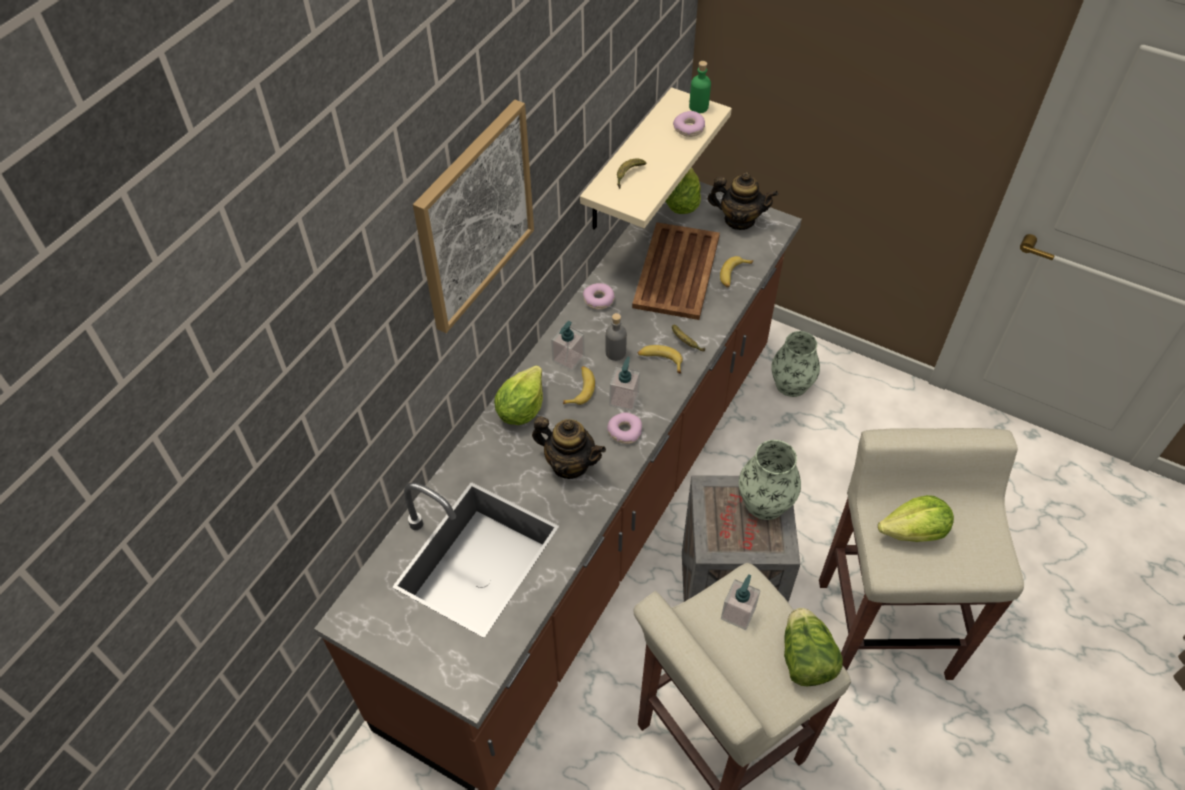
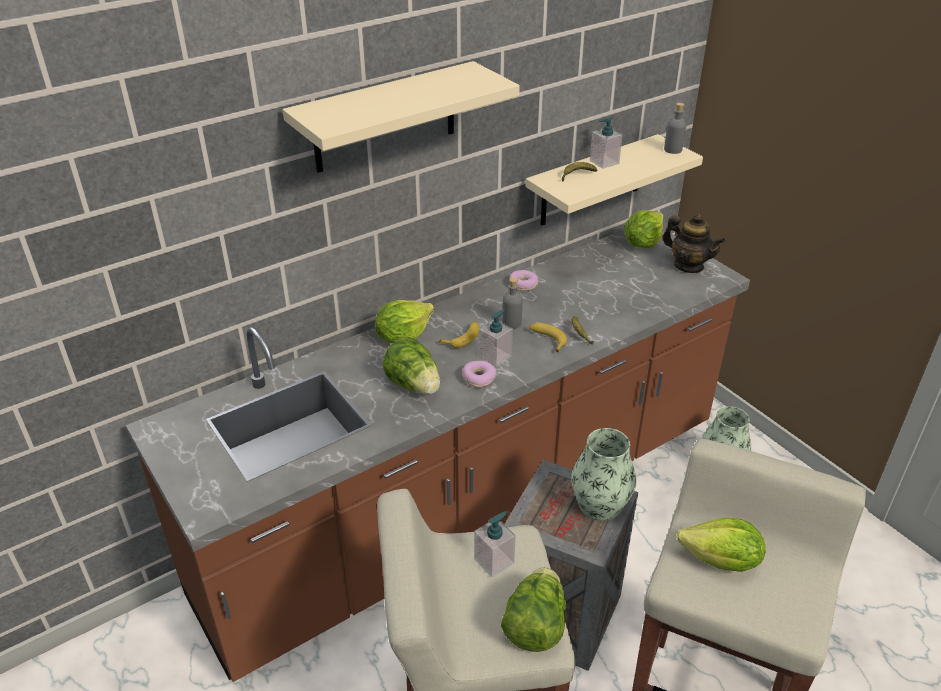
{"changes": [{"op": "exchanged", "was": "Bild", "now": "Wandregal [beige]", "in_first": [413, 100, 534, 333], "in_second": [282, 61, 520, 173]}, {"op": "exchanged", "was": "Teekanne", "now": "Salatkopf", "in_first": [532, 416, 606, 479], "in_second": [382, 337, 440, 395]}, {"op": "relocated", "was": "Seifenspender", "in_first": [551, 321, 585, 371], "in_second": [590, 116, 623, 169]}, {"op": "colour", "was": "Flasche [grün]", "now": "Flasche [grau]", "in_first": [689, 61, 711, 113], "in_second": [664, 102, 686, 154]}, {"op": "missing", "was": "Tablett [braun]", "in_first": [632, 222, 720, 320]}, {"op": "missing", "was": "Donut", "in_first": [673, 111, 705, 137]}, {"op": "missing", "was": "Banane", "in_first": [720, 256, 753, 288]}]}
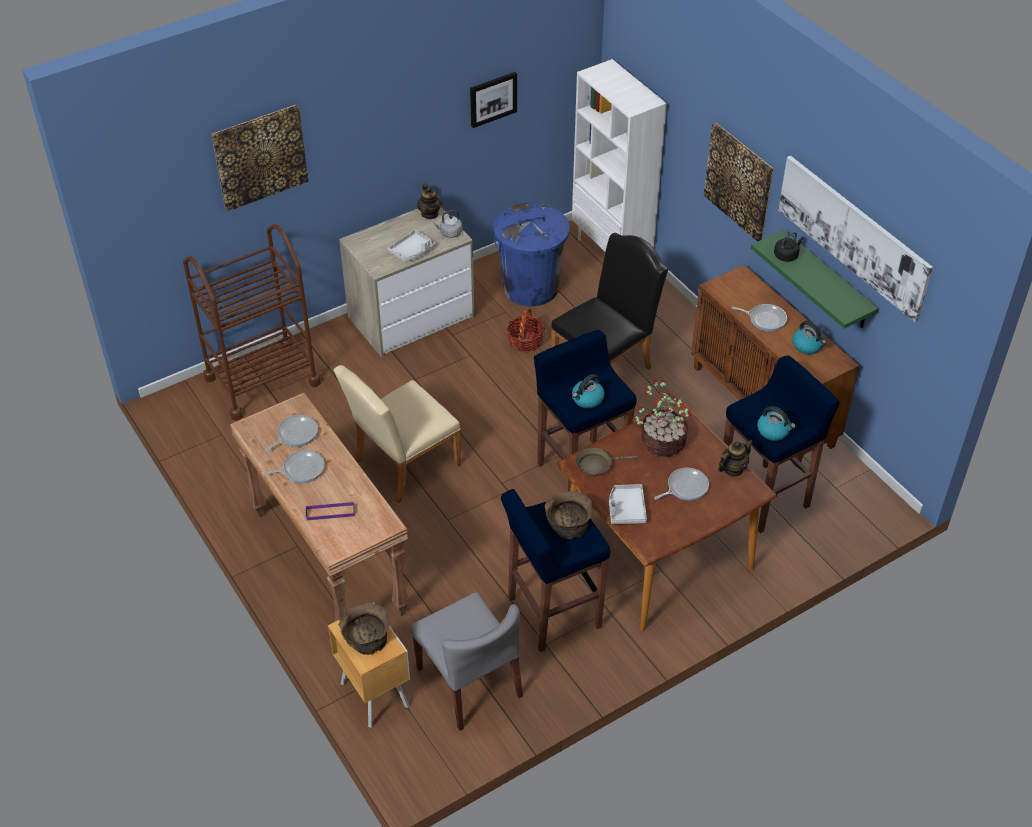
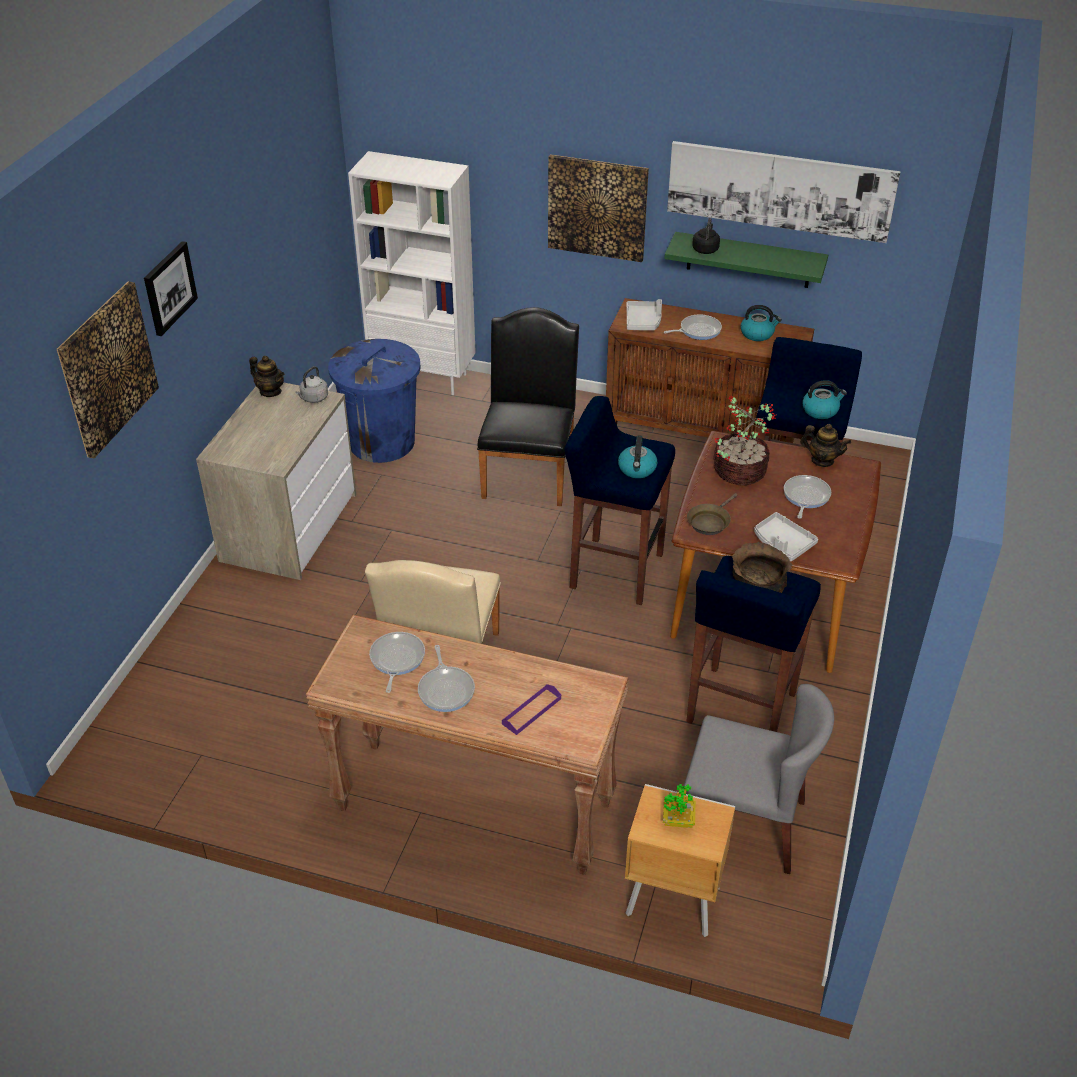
{"changes": [{"op": "relocated", "was": "Bild", "in_first": [470, 72, 517, 128], "in_second": [144, 241, 198, 336]}, {"op": "spun", "was": "Pfanne", "in_first": [262, 450, 325, 483], "in_second": [418, 645, 475, 712], "clockwise": 135}, {"op": "relocated", "was": "Tablett [grau]", "in_first": [388, 230, 436, 262], "in_second": [627, 299, 662, 331]}, {"op": "exchanged", "was": "Schüssel [braun]", "now": "Topfpflanze", "in_first": [338, 602, 390, 655], "in_second": [663, 784, 696, 828]}, {"op": "spun", "was": "Teekanne", "in_first": [718, 440, 753, 476], "in_second": [800, 424, 851, 467], "clockwise": 105}, {"op": "missing", "was": "Rollwagen [braun]", "in_first": [183, 224, 321, 421]}, {"op": "missing", "was": "Korb", "in_first": [506, 309, 545, 352]}]}
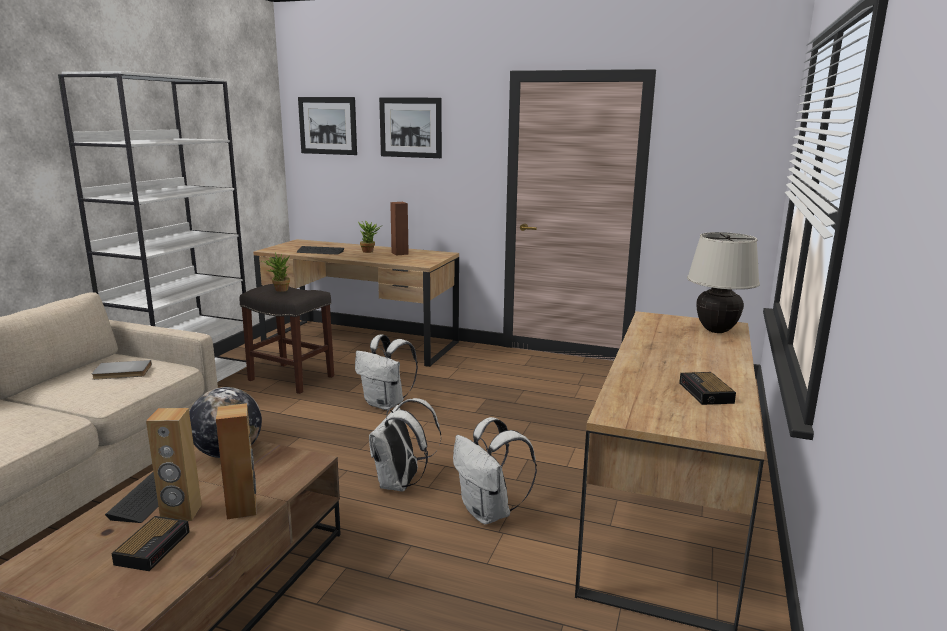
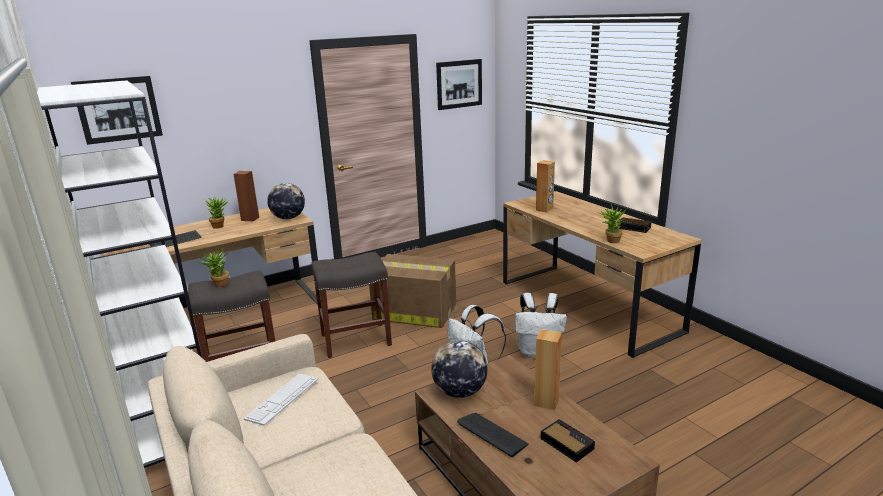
{"changes": [{"op": "exchanged", "was": "Buch [grau]", "now": "Tastatur", "in_first": [91, 360, 152, 380], "in_second": [244, 374, 319, 426]}, {"op": "appeared", "now": "Globus", "in_second": [267, 183, 305, 219]}, {"op": "exchanged", "was": "Rucksack [weiß]", "now": "Hocker [grau]", "in_first": [355, 334, 418, 410], "in_second": [311, 252, 392, 358]}, {"op": "appeared", "now": "Karton", "in_second": [369, 254, 456, 328]}, {"op": "relocated", "was": "Bild", "in_first": [379, 97, 442, 158], "in_second": [436, 59, 482, 110]}, {"op": "relocated", "was": "Lautsprecher [braun]", "in_first": [146, 408, 202, 521], "in_second": [536, 160, 555, 212]}, {"op": "appeared", "now": "Topfpflanze", "in_second": [598, 204, 626, 243]}, {"op": "missing", "was": "Tischlampe [beige]", "in_first": [687, 232, 760, 333]}]}
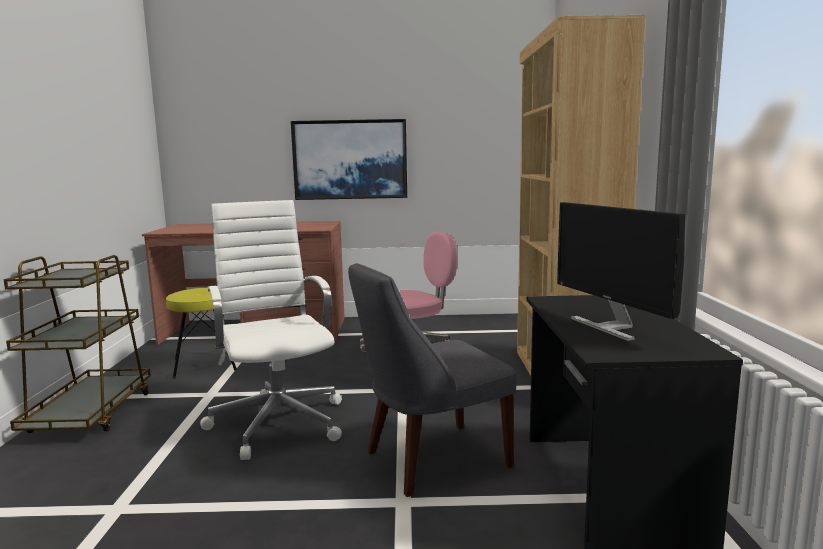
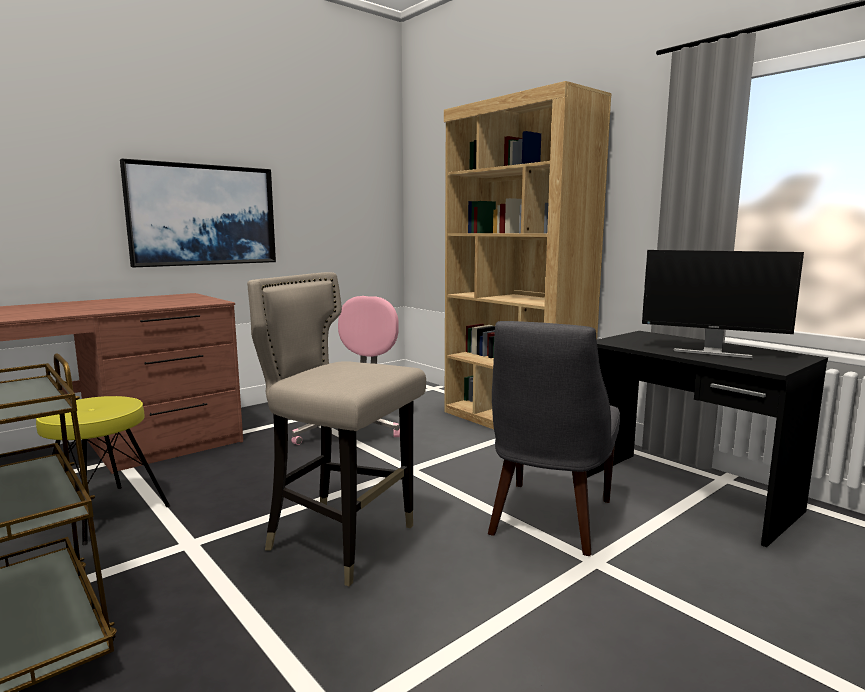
{"changes": [{"op": "exchanged", "was": "Bürostuhl [weiß]", "now": "Hocker [beige]", "in_first": [200, 200, 342, 460], "in_second": [247, 272, 426, 586]}]}
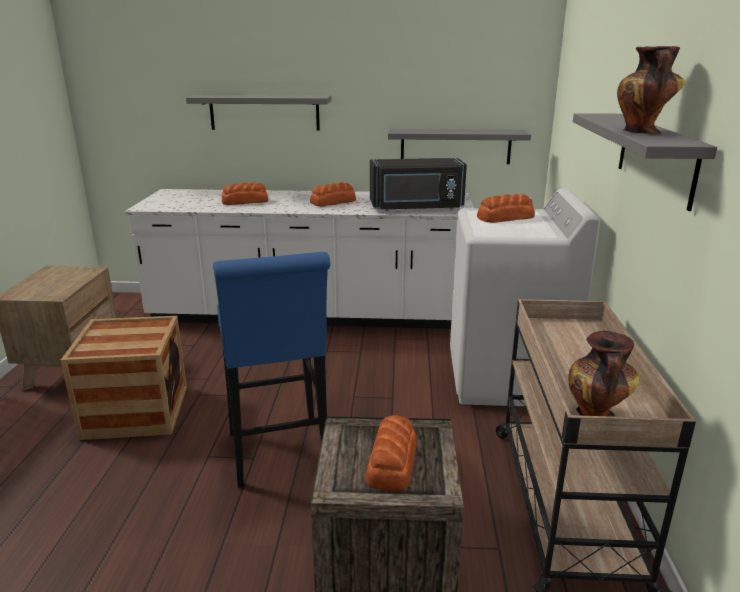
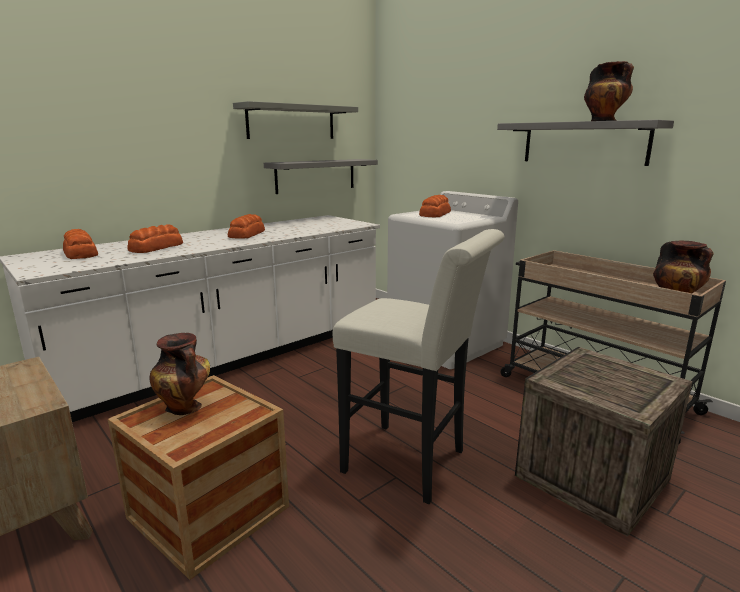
{"changes": [{"op": "relocated", "was": "Brot", "in_first": [365, 415, 417, 491], "in_second": [63, 229, 98, 259]}, {"op": "appeared", "now": "Vase", "in_second": [149, 333, 210, 415]}, {"op": "relocated", "was": "Wandregal [grau]", "in_first": [186, 95, 331, 131], "in_second": [233, 101, 358, 139]}, {"op": "colour", "was": "Hocker [blau]", "now": "Hocker [weiß]", "in_first": [213, 252, 331, 488], "in_second": [333, 229, 505, 504]}, {"op": "missing", "was": "Mikrowelle [schwarz]", "in_first": [370, 158, 467, 211]}]}
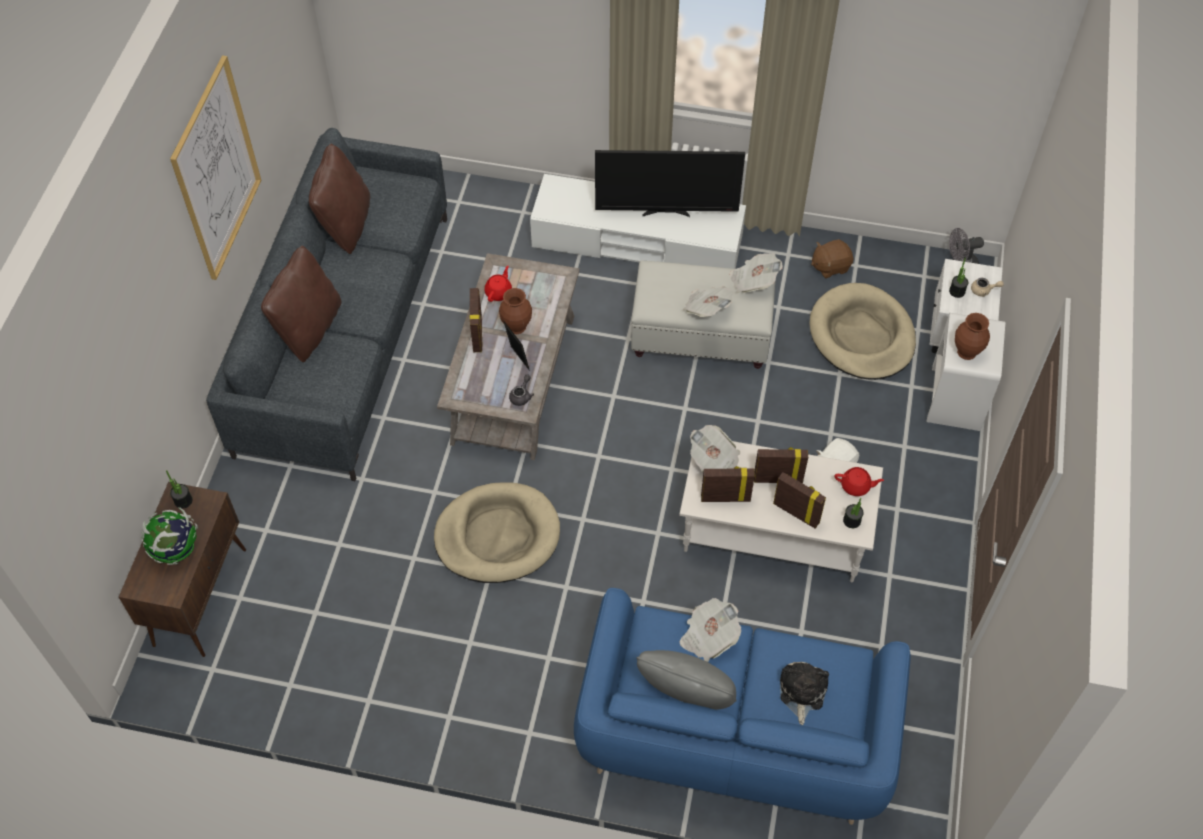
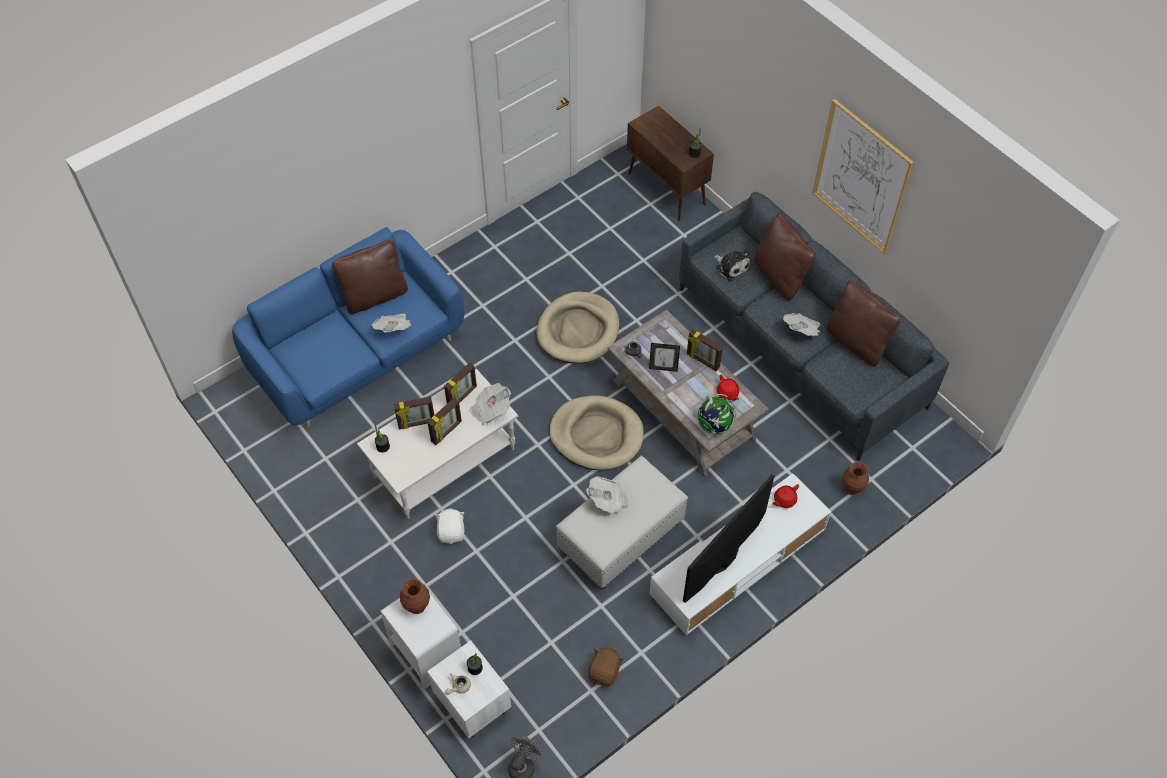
{"changes": [{"op": "colour", "was": "Kissen [grau]", "now": "Kissen [braun]", "in_first": [636, 650, 737, 710], "in_second": [332, 240, 408, 315]}, {"op": "relocated", "was": "Hundebett [beige]", "in_first": [809, 283, 916, 380], "in_second": [549, 395, 644, 470]}, {"op": "relocated", "was": "Globus", "in_first": [141, 507, 198, 565], "in_second": [697, 394, 736, 435]}, {"op": "relocated", "was": "Plüschtier", "in_first": [780, 662, 829, 725], "in_second": [714, 250, 750, 281]}, {"op": "relocated", "was": "Teekanne [rot]", "in_first": [835, 467, 884, 496], "in_second": [773, 484, 799, 508]}, {"op": "relocated", "was": "Zeitung", "in_first": [729, 253, 783, 293], "in_second": [783, 313, 821, 336]}, {"op": "relocated", "was": "Vase [braun]", "in_first": [499, 288, 532, 334], "in_second": [842, 462, 869, 495]}]}
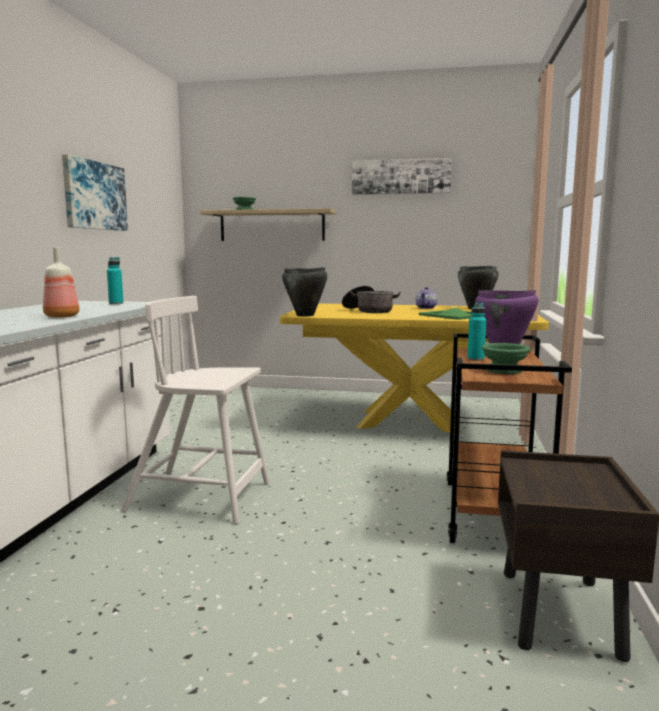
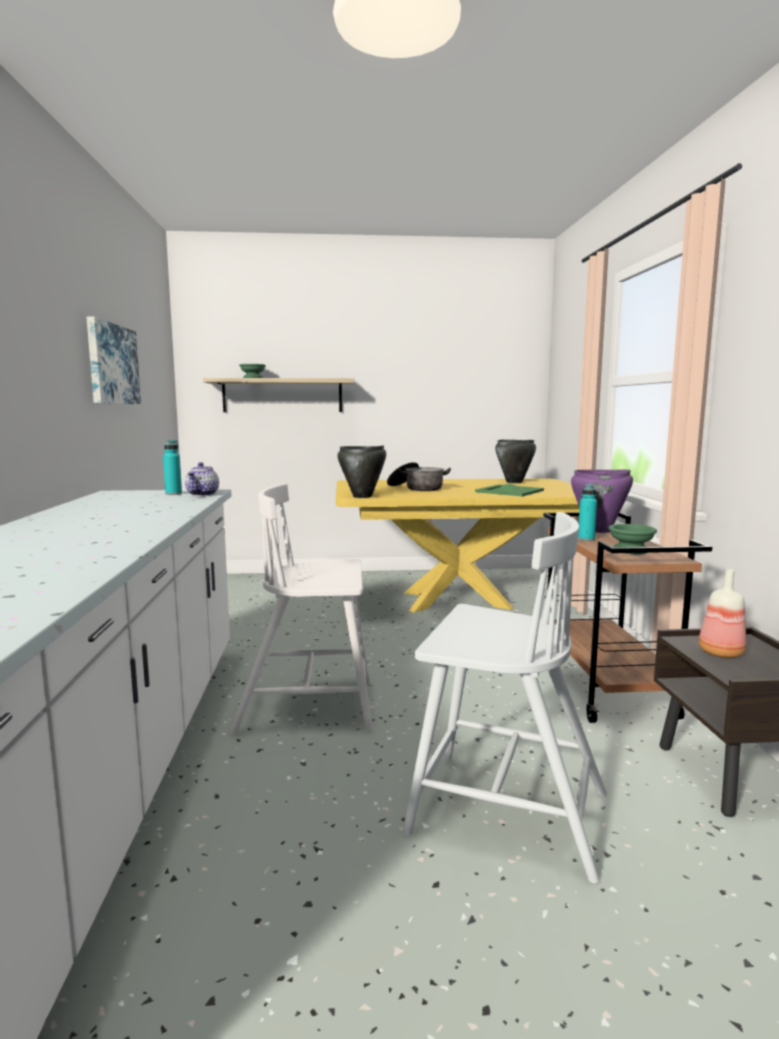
{"changes": [{"op": "relocated", "was": "Teekanne", "in_first": [416, 287, 437, 309], "in_second": [185, 462, 219, 496]}, {"op": "appeared", "now": "Stuhl [weiß]", "in_second": [403, 512, 607, 884]}, {"op": "relocated", "was": "Flasche", "in_first": [43, 248, 79, 318], "in_second": [699, 569, 746, 658]}, {"op": "missing", "was": "Bild", "in_first": [352, 158, 452, 195]}]}
